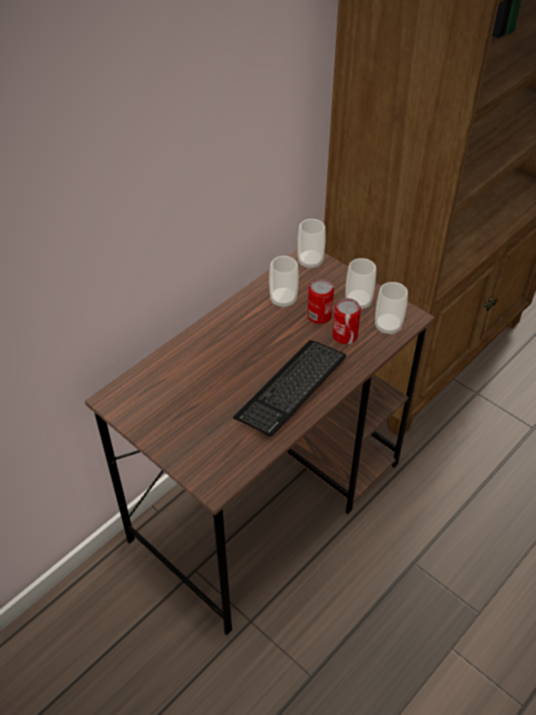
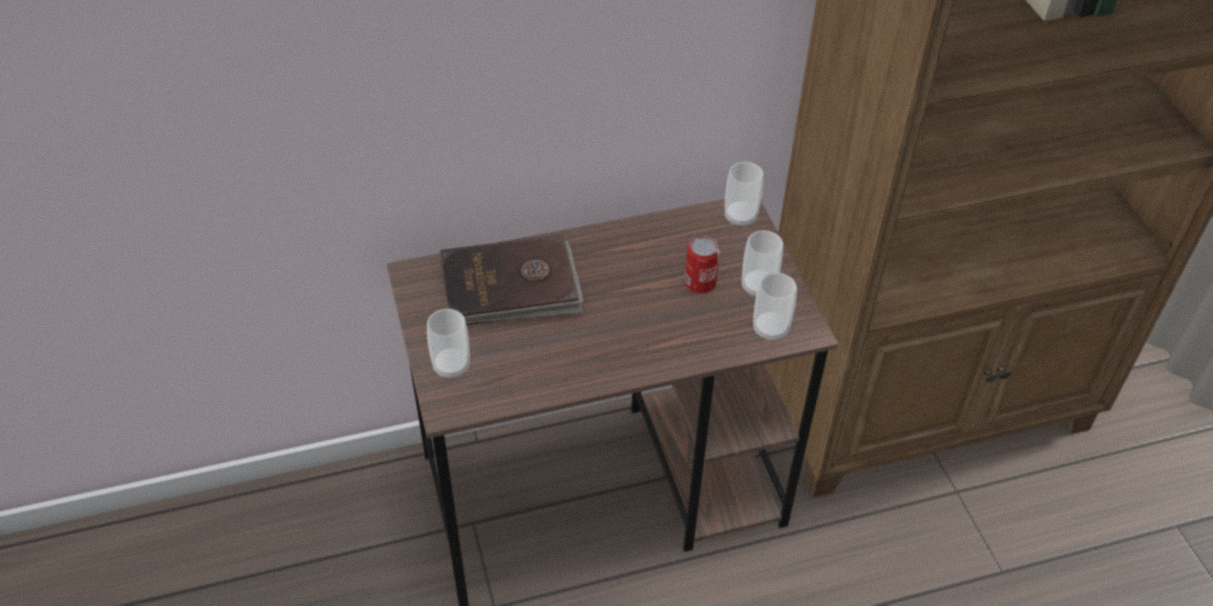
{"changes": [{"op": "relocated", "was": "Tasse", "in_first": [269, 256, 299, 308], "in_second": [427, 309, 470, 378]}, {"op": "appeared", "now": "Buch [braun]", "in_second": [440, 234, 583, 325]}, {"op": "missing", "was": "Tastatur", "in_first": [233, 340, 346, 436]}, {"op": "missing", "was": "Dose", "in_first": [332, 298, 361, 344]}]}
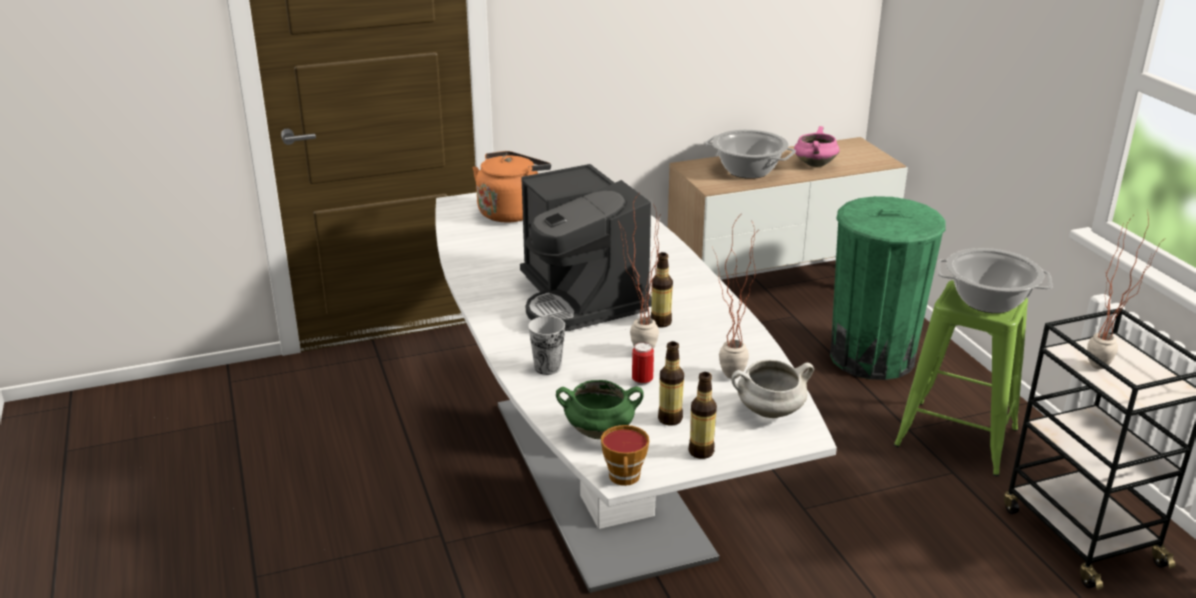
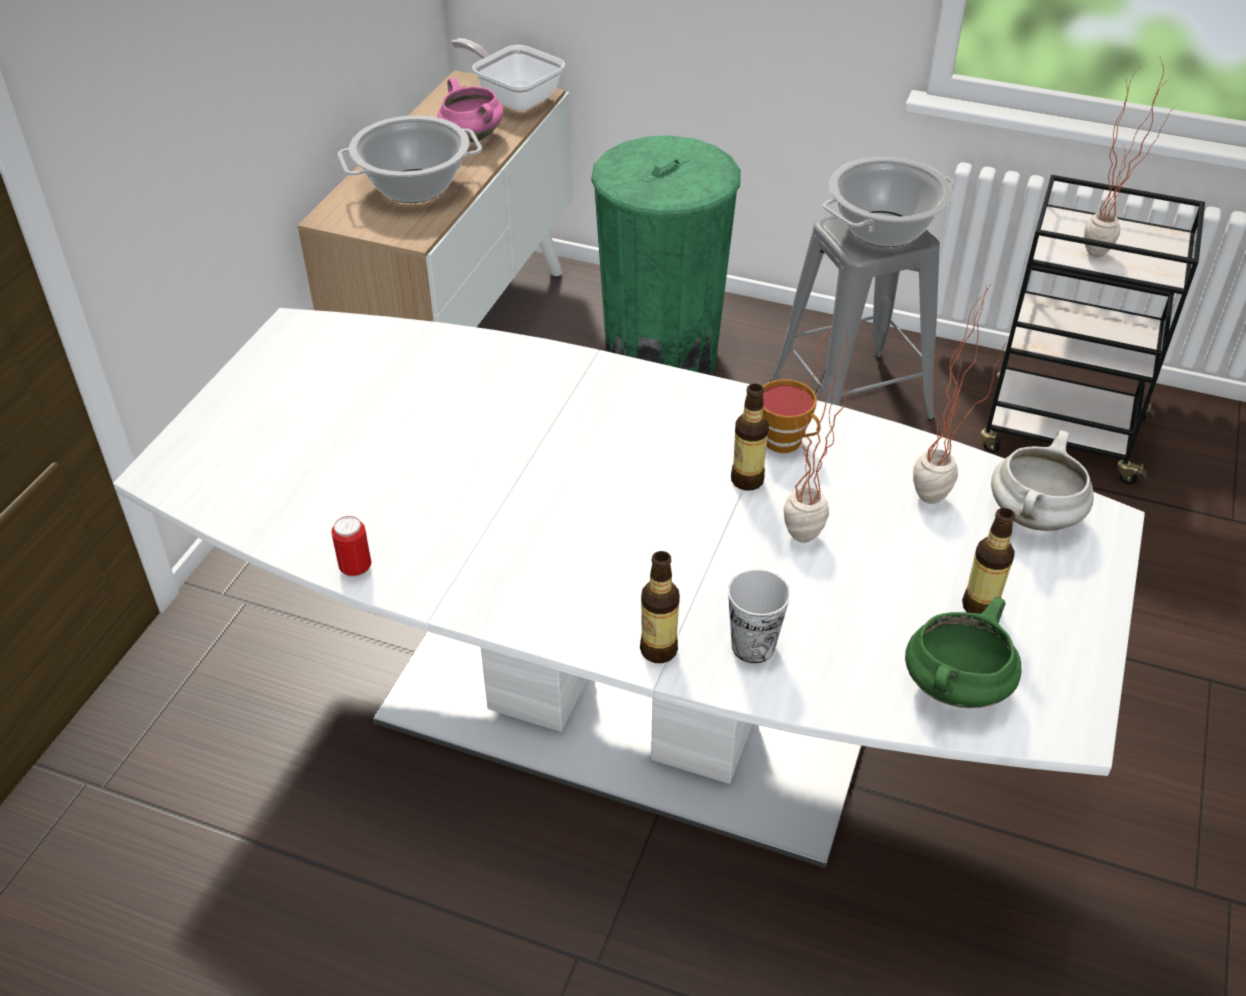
{"changes": [{"op": "relocated", "was": "Dose", "in_first": [632, 342, 654, 386], "in_second": [331, 516, 371, 578]}, {"op": "appeared", "now": "Pfanne", "in_second": [451, 38, 565, 111]}, {"op": "relocated", "was": "Flasche", "in_first": [688, 372, 717, 459], "in_second": [640, 551, 680, 663]}, {"op": "relocated", "was": "Tasse", "in_first": [601, 425, 649, 486], "in_second": [763, 379, 820, 453]}, {"op": "colour", "was": "Hocker [grün]", "now": "Hocker [grau]", "in_first": [894, 280, 1028, 476], "in_second": [770, 214, 940, 421]}, {"op": "missing", "was": "Wasserkessel [orange]", "in_first": [473, 151, 551, 223]}, {"op": "missing", "was": "Kaffeemaschine", "in_first": [520, 164, 652, 331]}]}
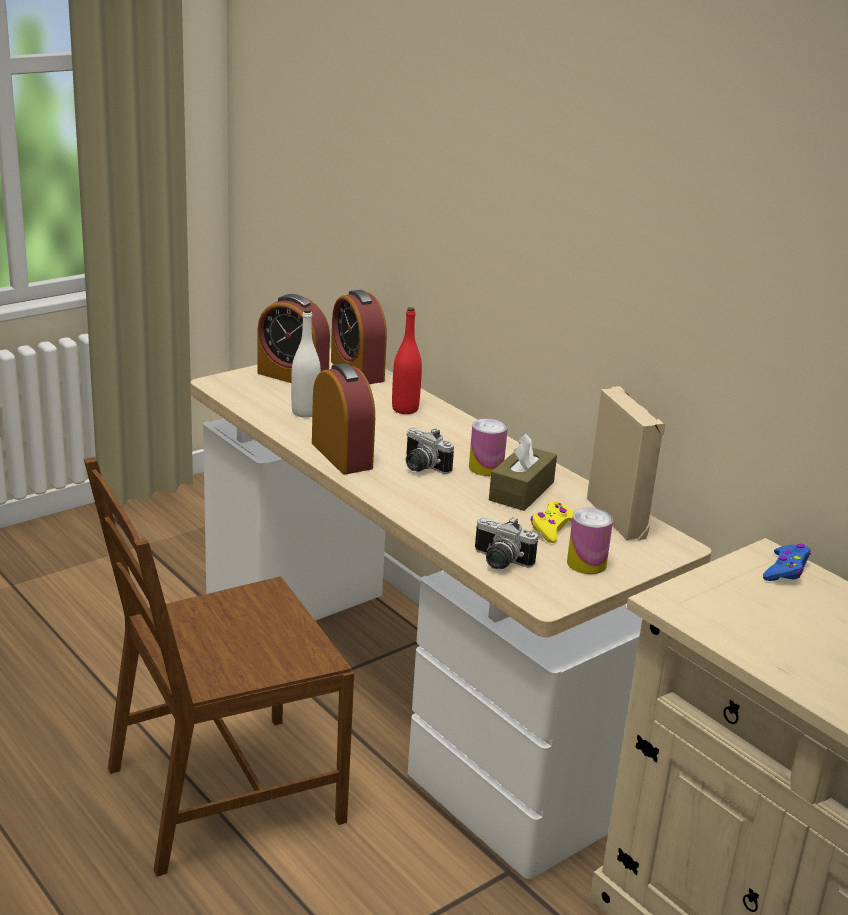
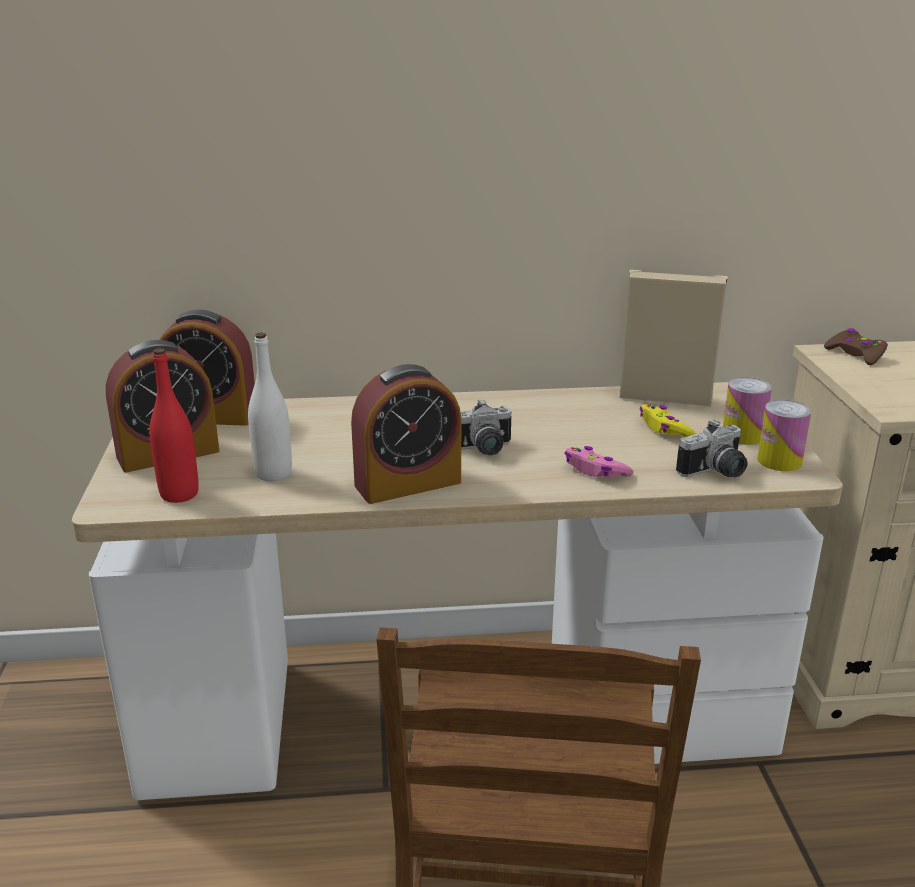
{"changes": [{"op": "relocated", "was": "Flasche [rot]", "in_first": [392, 307, 422, 414], "in_second": [149, 348, 199, 503]}, {"op": "spun", "was": "Wecker", "in_first": [312, 363, 375, 474], "in_second": [351, 364, 461, 504], "clockwise": 150}, {"op": "appeared", "now": "Gamepad [rosa]", "in_second": [564, 446, 634, 478]}, {"op": "relocated", "was": "Dose", "in_first": [469, 418, 508, 476], "in_second": [757, 400, 811, 471]}, {"op": "colour", "was": "Gamepad [blau]", "now": "Gamepad [braun]", "in_first": [763, 544, 811, 581], "in_second": [824, 328, 888, 365]}, {"op": "missing", "was": "Taschentuchbox [braun]", "in_first": [489, 433, 557, 511]}]}
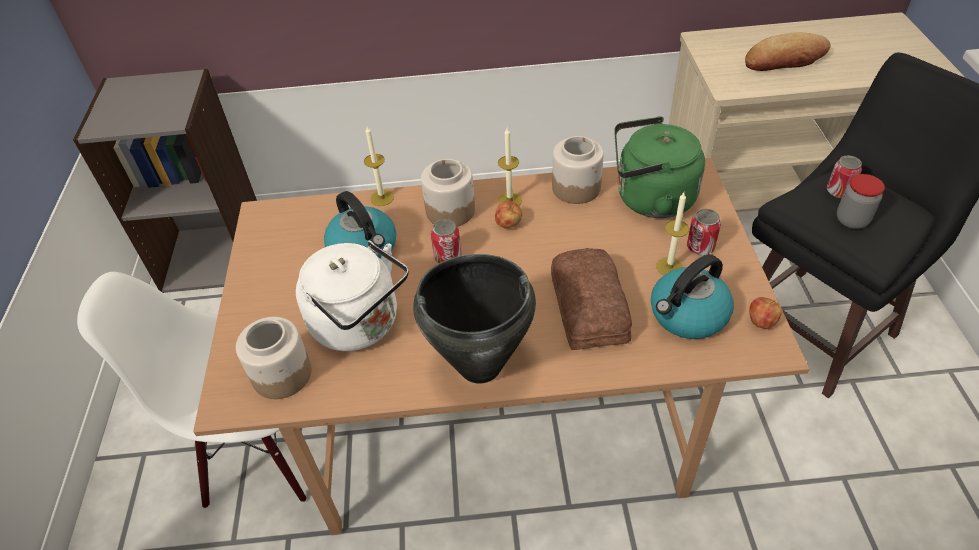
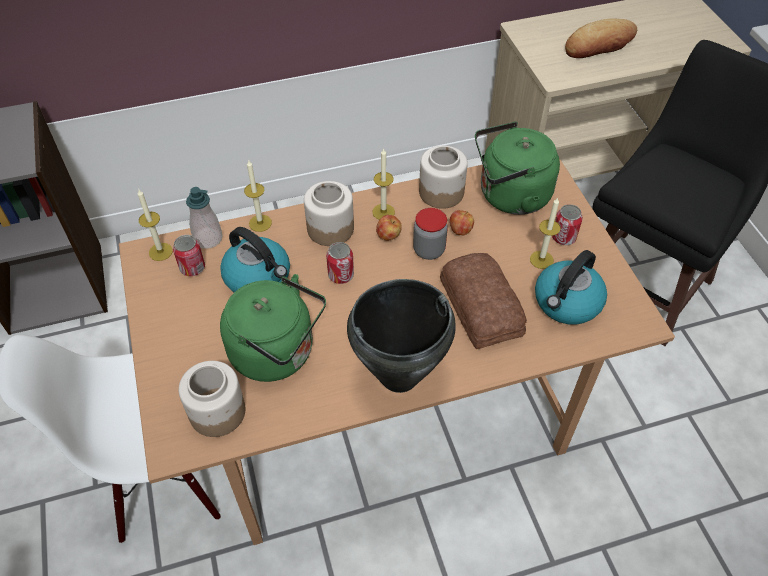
{"changes": [{"op": "appeared", "now": "Kerze", "in_second": [138, 190, 173, 261]}, {"op": "relocated", "was": "Dose", "in_first": [827, 155, 862, 198], "in_second": [173, 235, 205, 276]}, {"op": "appeared", "now": "Seifenspender", "in_second": [186, 187, 223, 249]}, {"op": "colour", "was": "Wasserkessel [weiß]", "now": "Wasserkessel [grün]", "in_first": [296, 241, 409, 351], "in_second": [220, 274, 326, 382]}, {"op": "relocated", "was": "Vorratsglas", "in_first": [837, 174, 885, 229], "in_second": [413, 208, 448, 260]}, {"op": "relocated", "was": "Apfel", "in_first": [749, 297, 782, 329], "in_second": [450, 210, 474, 235]}]}
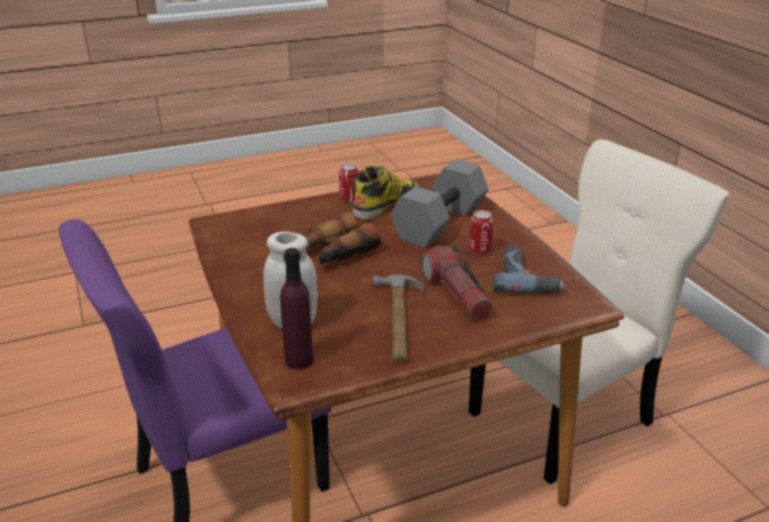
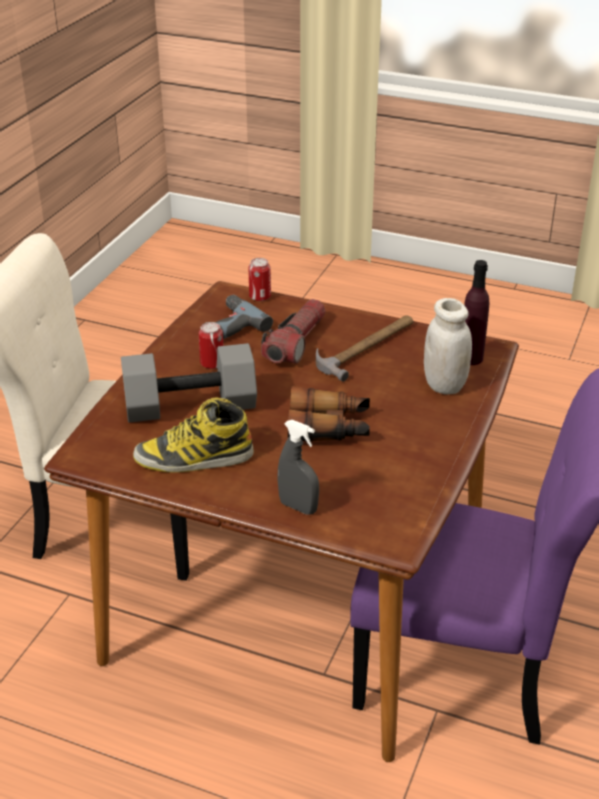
{"changes": [{"op": "relocated", "was": "Dose", "in_first": [339, 163, 359, 203], "in_second": [249, 258, 271, 301]}, {"op": "appeared", "now": "Sprühflasche [grau]", "in_second": [277, 420, 319, 515]}]}
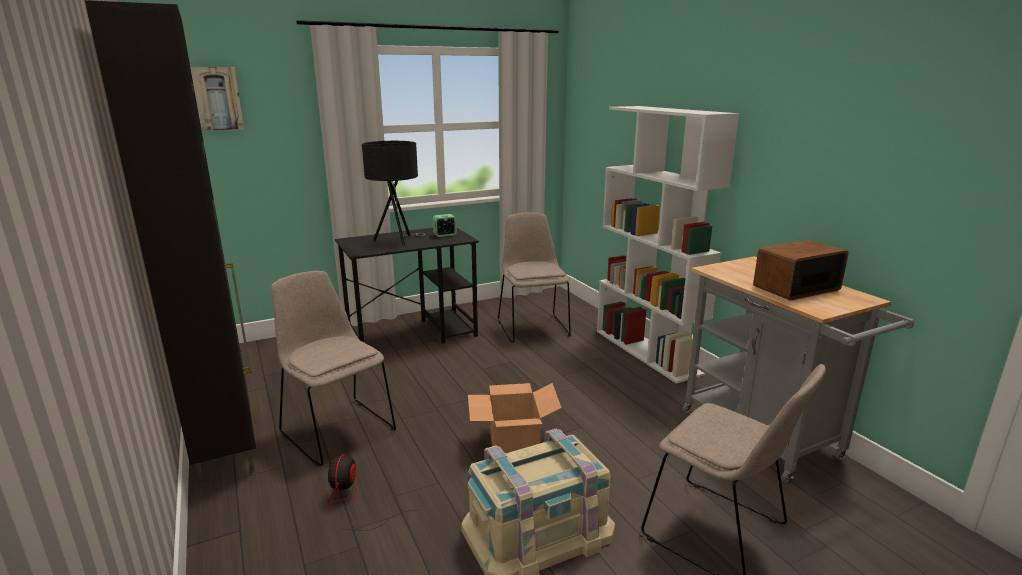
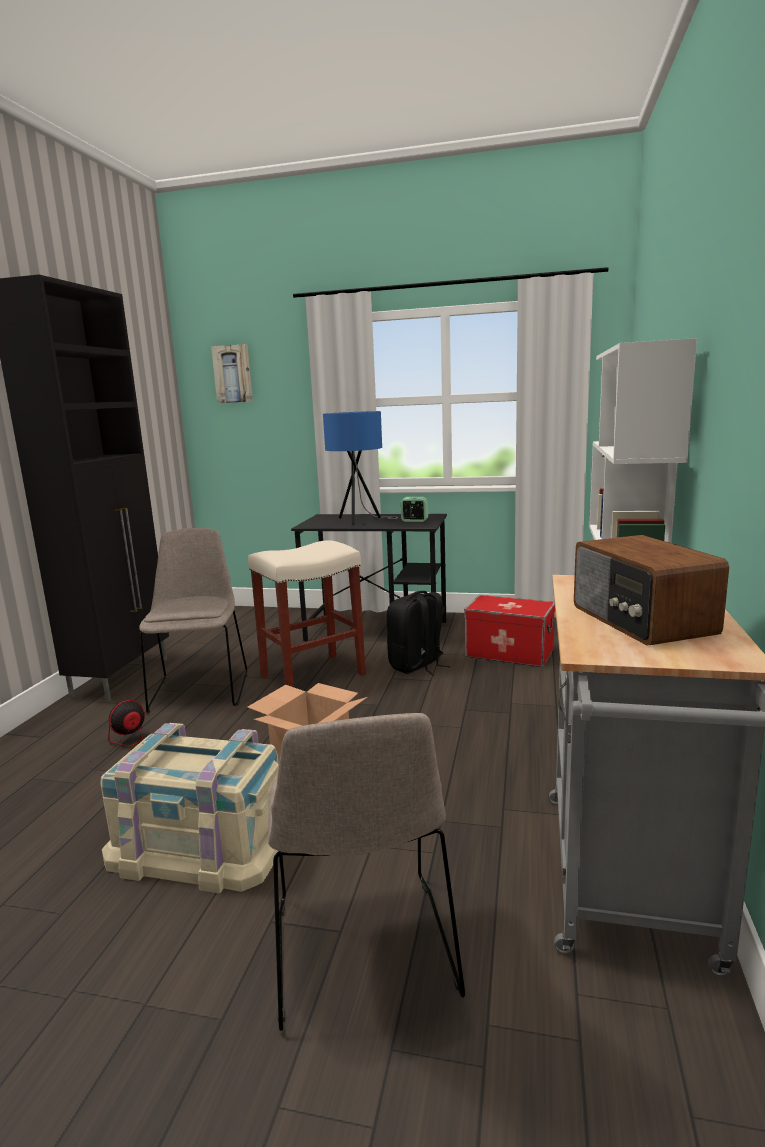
{"changes": [{"op": "appeared", "now": "Hocker [beige]", "in_second": [248, 540, 366, 687]}, {"op": "colour", "was": "Tischlampe [schwarz]", "now": "Tischlampe [blau]", "in_first": [362, 141, 425, 246], "in_second": [323, 411, 398, 525]}, {"op": "appeared", "now": "Rucksack [schwarz]", "in_second": [387, 591, 451, 676]}, {"op": "exchanged", "was": "Stuhl [beige]", "now": "Aufbewahrungsbox", "in_first": [498, 213, 571, 343], "in_second": [464, 595, 555, 667]}, {"op": "spun", "was": "Radio", "in_first": [753, 240, 849, 301], "in_second": [574, 535, 729, 645], "clockwise": -120}]}
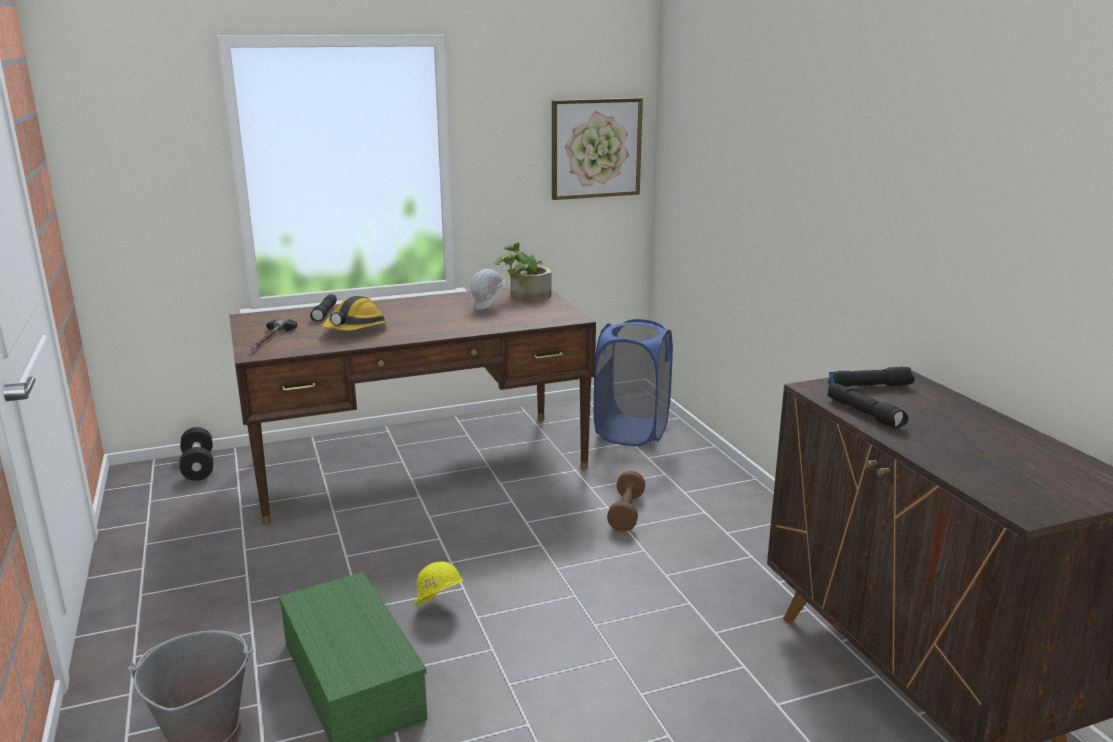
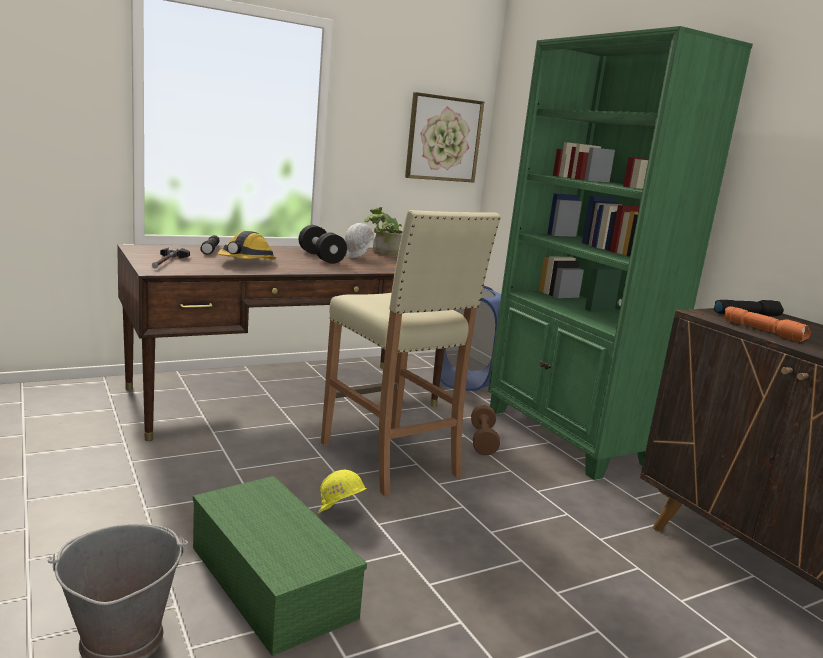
{"changes": [{"op": "relocated", "was": "Hantel [schwarz]", "in_first": [180, 427, 213, 481], "in_second": [299, 225, 347, 264]}, {"op": "appeared", "now": "Hocker [beige]", "in_second": [321, 210, 501, 496]}, {"op": "appeared", "now": "Bücherregal [grün]", "in_second": [488, 26, 753, 480]}, {"op": "colour", "was": "Taschenlampe [schwarz]", "now": "Taschenlampe [orange]", "in_first": [827, 383, 908, 428], "in_second": [723, 306, 811, 342]}]}
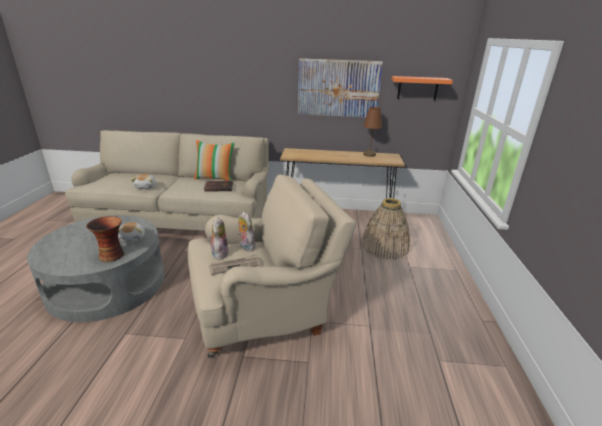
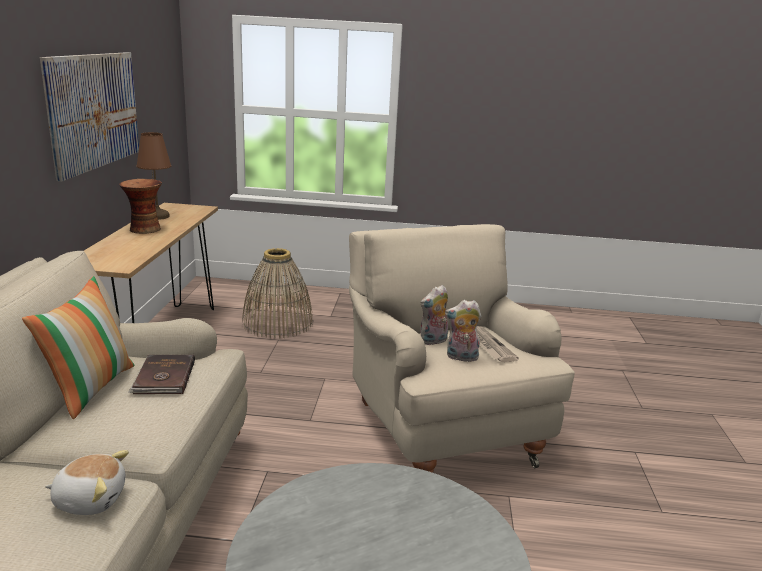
{"changes": [{"op": "relocated", "was": "Vase", "in_first": [86, 216, 124, 262], "in_second": [119, 179, 162, 234]}, {"op": "missing", "was": "Plüschtier", "in_first": [118, 222, 145, 242]}, {"op": "missing", "was": "Wandregal [orange]", "in_first": [392, 76, 453, 100]}]}
